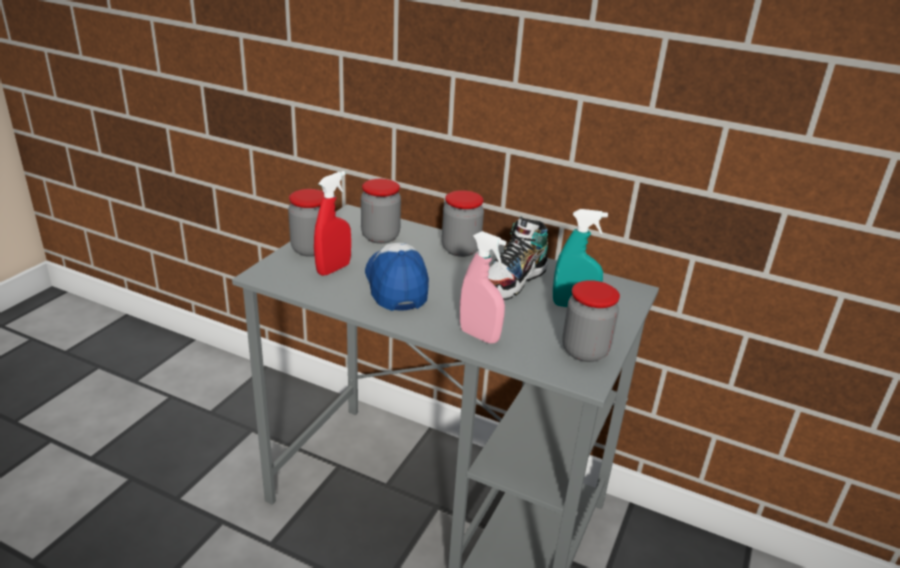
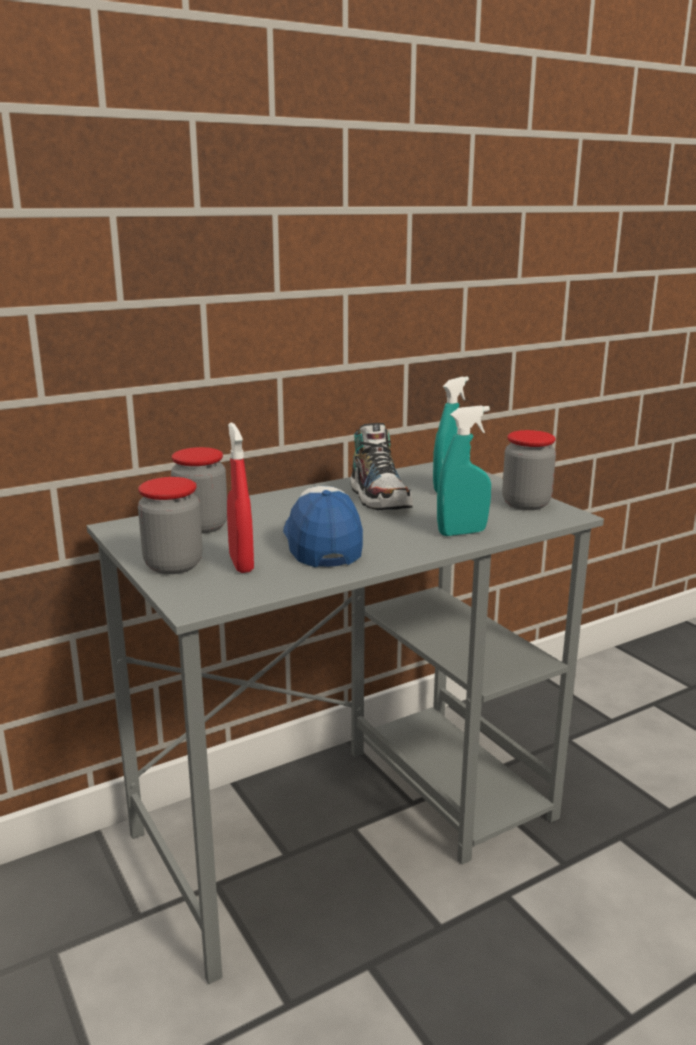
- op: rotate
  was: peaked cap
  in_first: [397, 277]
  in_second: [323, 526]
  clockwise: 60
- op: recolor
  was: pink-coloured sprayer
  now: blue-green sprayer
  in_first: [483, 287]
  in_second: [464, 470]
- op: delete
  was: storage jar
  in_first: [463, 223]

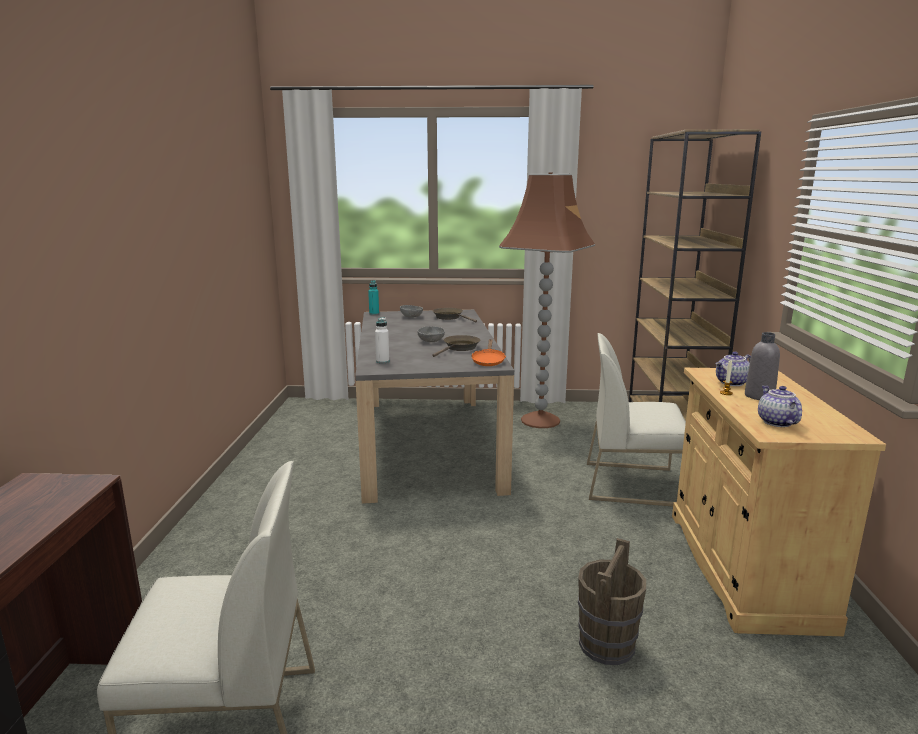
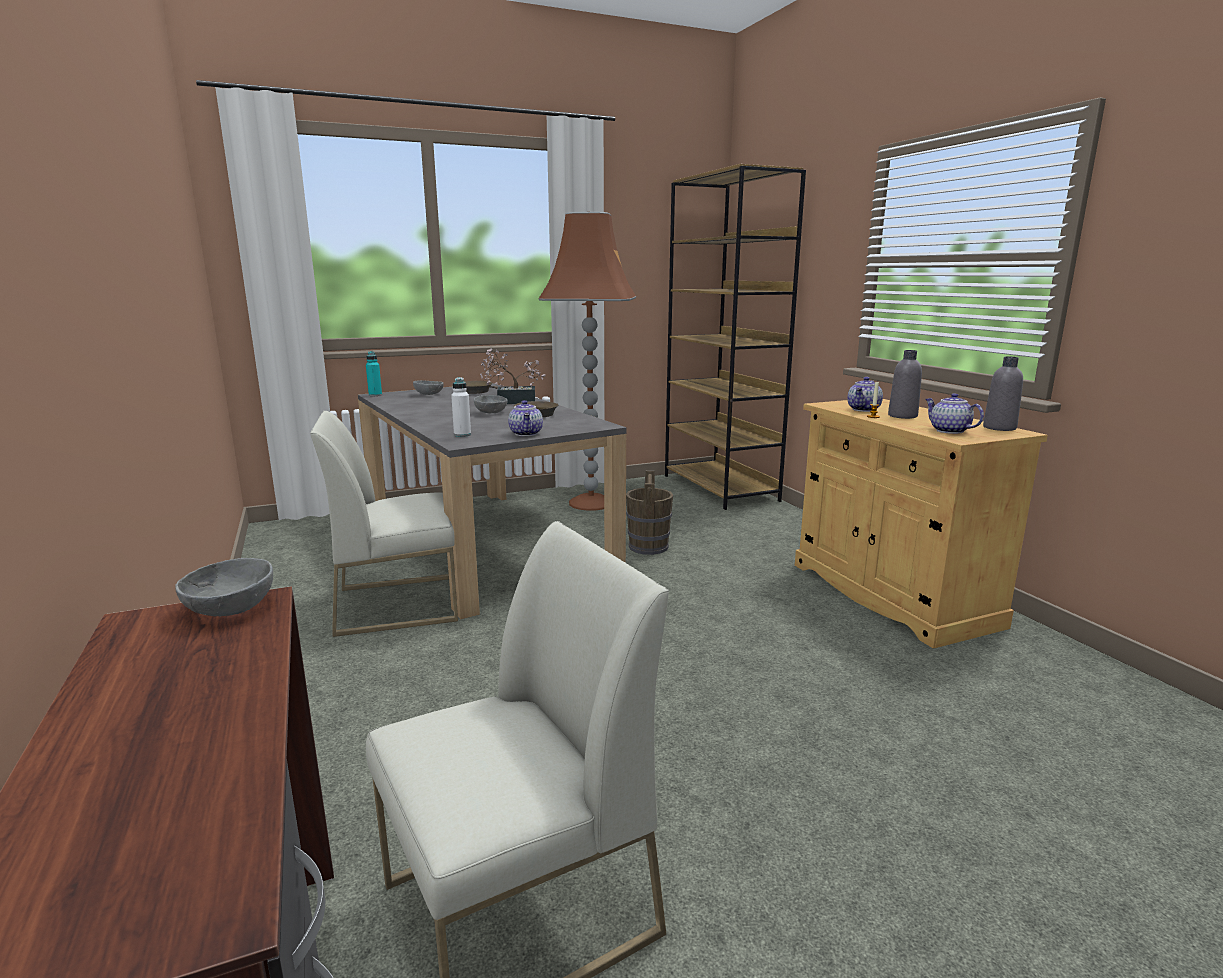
- op: insert
  now: gray deep dish
  in_second: [224, 587]
- op: move
  was: white-coloured plain chair
  in_first: [636, 420]
  in_second: [384, 524]
- op: insert
  now: potted plant
  in_second: [513, 376]
- op: insert
  now: teapot
  in_second: [525, 418]
- op: move
  was: brown bucket
  in_first: [612, 601]
  in_second: [649, 512]
- op: insert
  now: gray beverage bottle
  in_second: [1003, 393]
- op: delete
  was: orange-coloured skillet
  in_first: [488, 352]

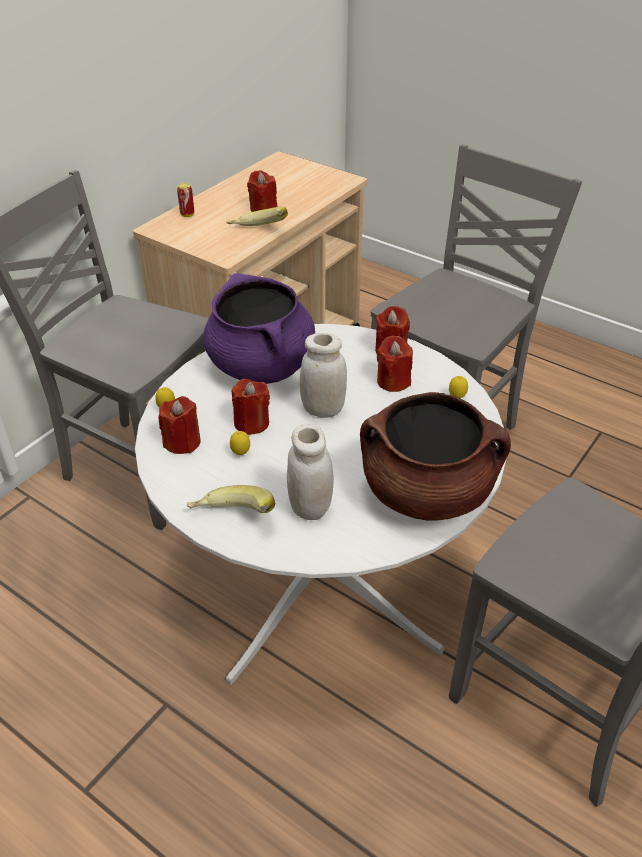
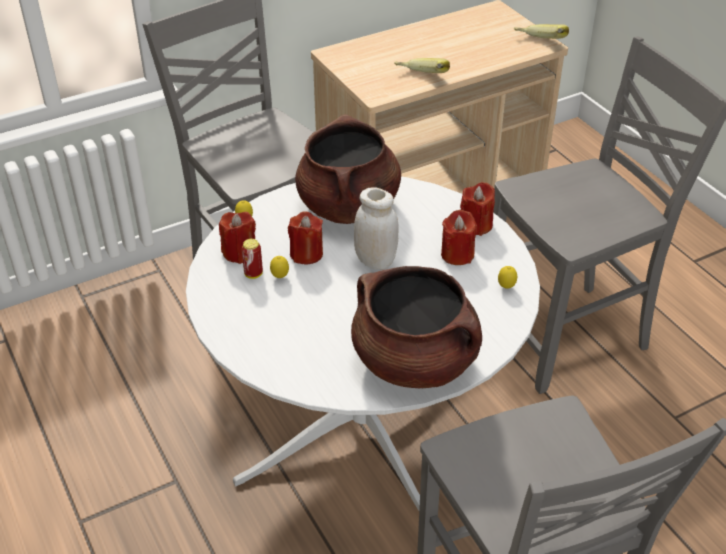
- op: move
  was: can
  in_first: [185, 200]
  in_second: [252, 259]
- op: recolor
  was: purplish cooking pot
  now: brown cooking pot
  in_first: [259, 328]
  in_second: [348, 169]
- op: move
  was: whole banana
  in_first: [231, 499]
  in_second: [541, 31]
- op: delete
  was: reddish wax candle
  in_first: [262, 191]
- op: delete
  was: white-coloured storage jar
  in_first: [310, 472]

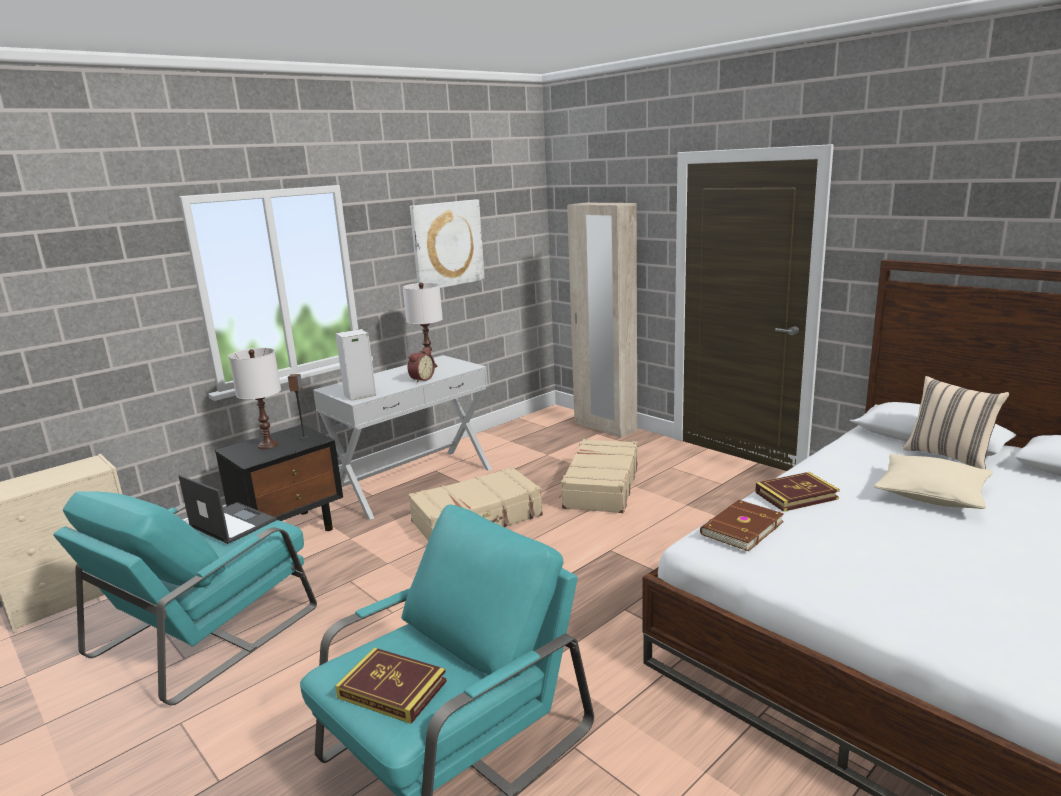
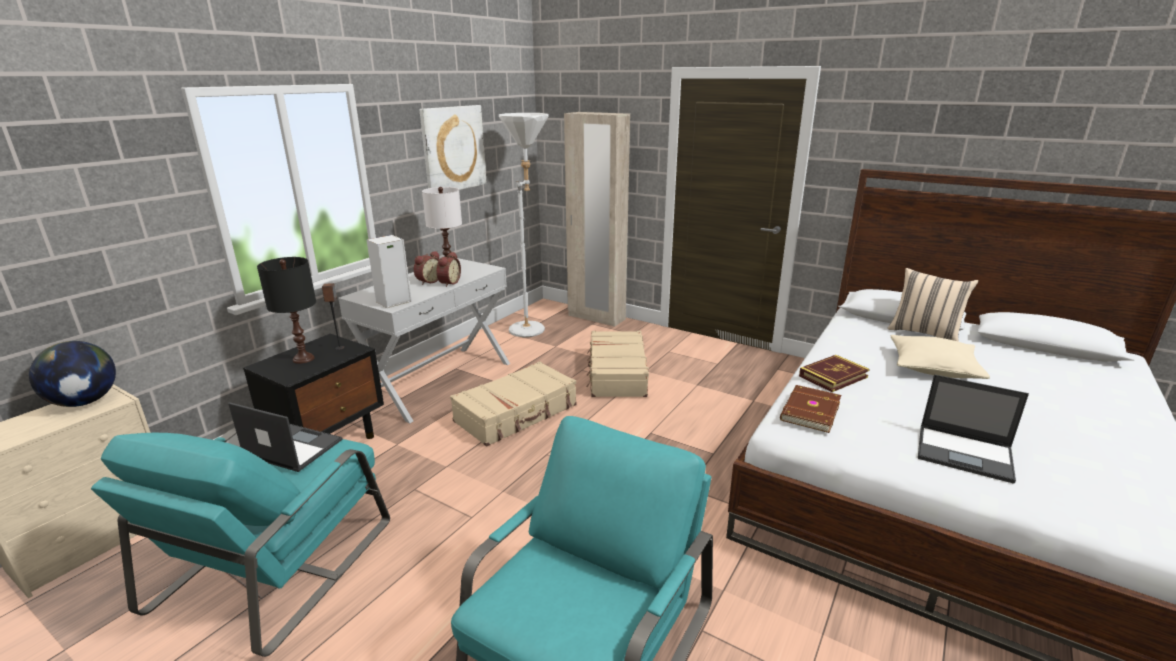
- op: insert
  now: desk globe
  in_second: [72, 374]
- op: recolor
  was: white-coloured lamp for a table
  now: black lamp for a table
  in_first: [255, 398]
  in_second: [286, 310]
- op: insert
  now: alarm clock
  in_second: [426, 268]
- op: insert
  now: white-coloured standard lamp
  in_second: [524, 225]
- op: insert
  now: portable computer
  in_second: [973, 429]
- op: delete
  was: volume
  in_first: [391, 685]

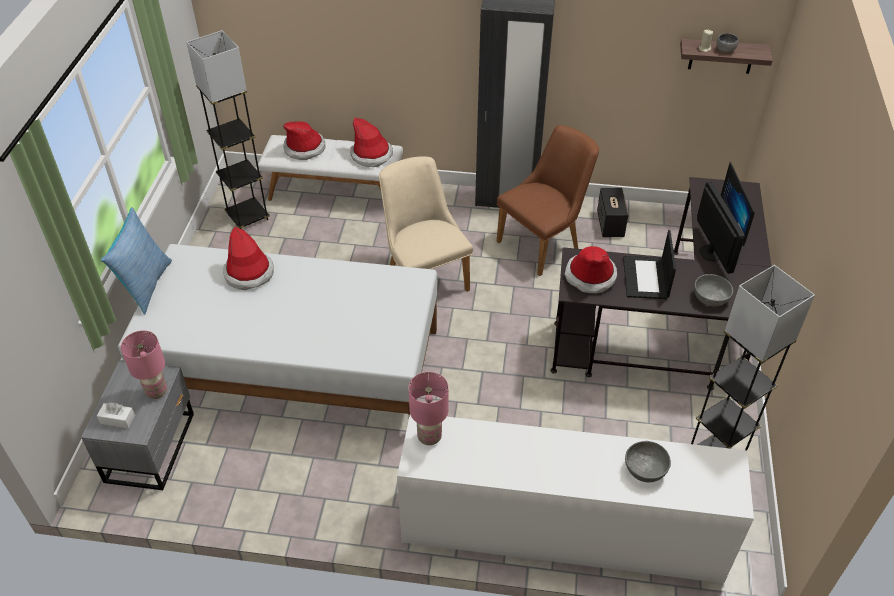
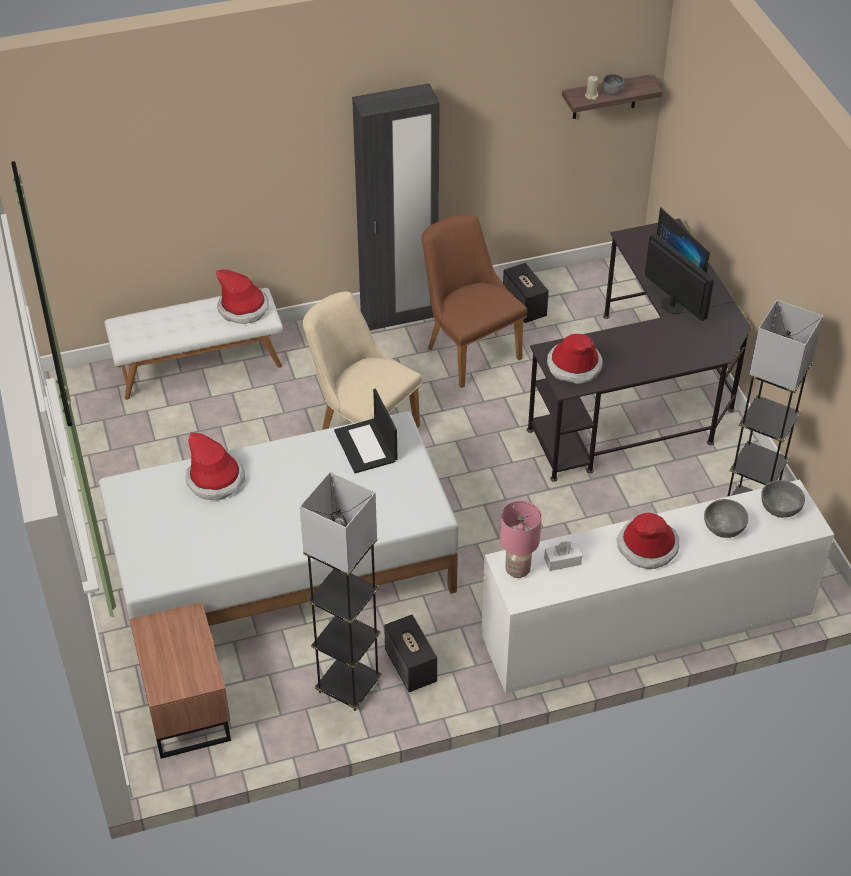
- op: recolor
  was: gray nightstand
  now: brown nightstand
  in_first: [137, 425]
  in_second: [180, 680]
- op: move
  was: gray standard lamp
  in_first: [228, 129]
  in_second: [341, 591]
- op: move
  was: portable computer
  in_first: [649, 264]
  in_second: [365, 431]
- op: insert
  now: loudspeaker
  in_second: [410, 653]
- op: rotate
  was: brown plain chair
  in_first: [547, 200]
  in_second: [474, 301]
  clockwise: -60
- op: move
  was: white-coloured tissue box
  in_first: [116, 415]
  in_second: [563, 556]
- op: move
  was: wearable hat
  in_first: [304, 140]
  in_second: [648, 541]
- op: move
  was: gray deep dish
  in_first: [713, 290]
  in_second: [783, 499]
- op: delete
  was: cushion
  in_first: [136, 261]
- op: delete
  was: pink-coloured lamp for a table
  in_first: [144, 364]

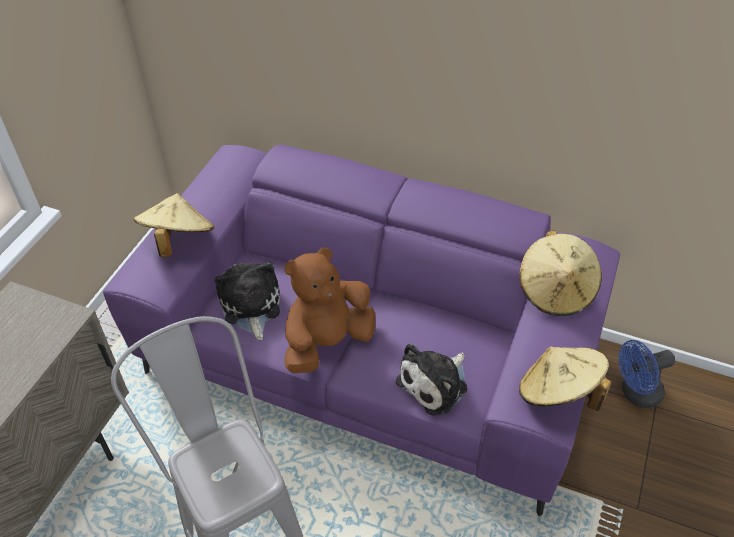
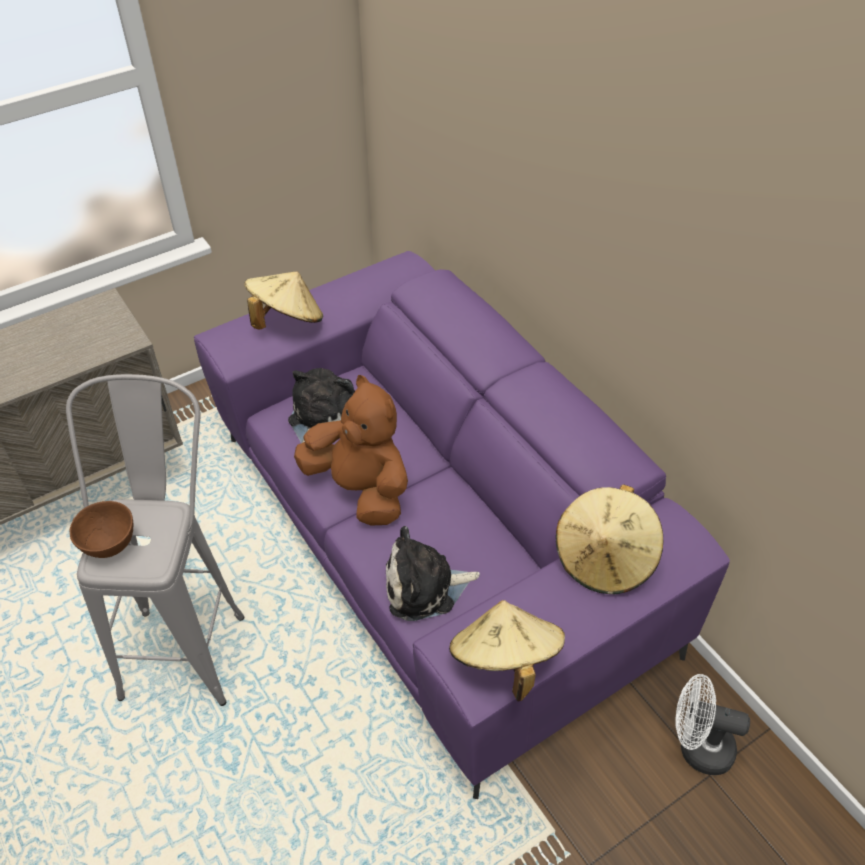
- op: insert
  now: brown deep dish
  in_second: [102, 529]
- op: rotate
  was: brown soft toy
  in_first: [330, 310]
  in_second: [351, 450]
  clockwise: 45
- op: recolor
  was: blue-coloured electric fan
  now: white-coloured electric fan
  in_first: [646, 374]
  in_second: [713, 724]

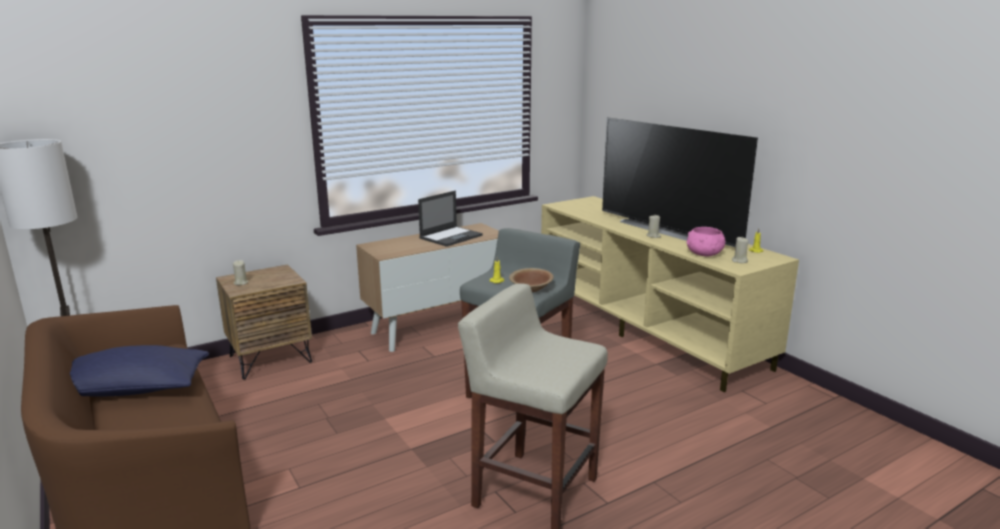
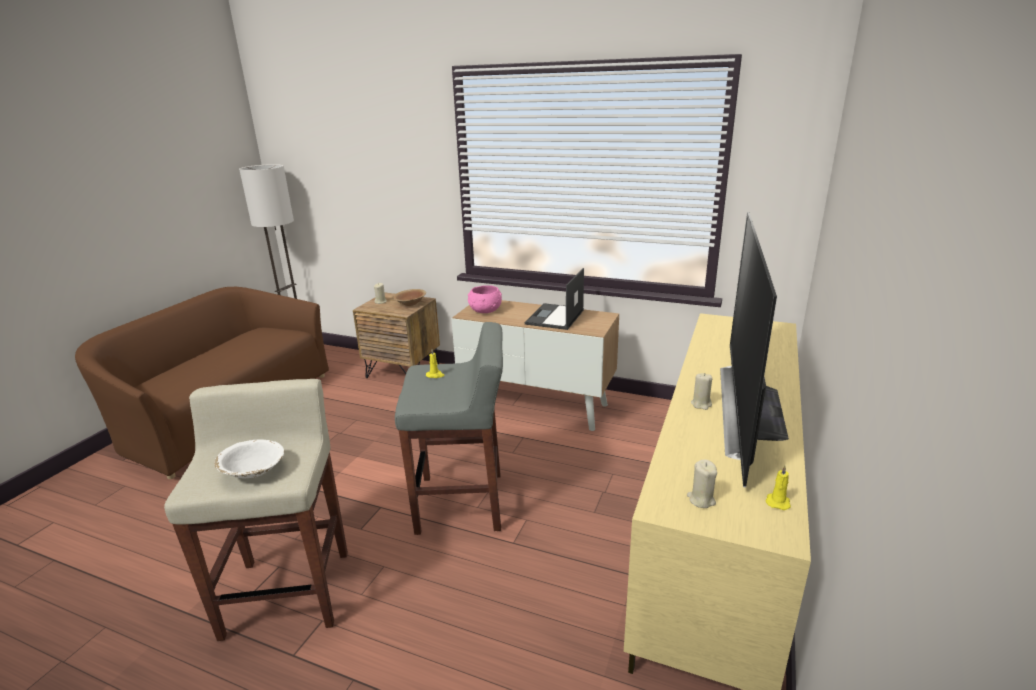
- op: insert
  now: white-coloured deep dish
  in_second: [249, 459]
- op: move
  was: brown deep dish
  in_first: [531, 280]
  in_second: [409, 297]
- op: move
  was: pink-coloured deep dish
  in_first: [705, 242]
  in_second: [485, 299]
- op: rotate
  was: portable computer
  in_first: [450, 219]
  in_second: [554, 299]
  clockwise: 105
- op: delete
  was: blue-coloured cushion
  in_first: [139, 371]

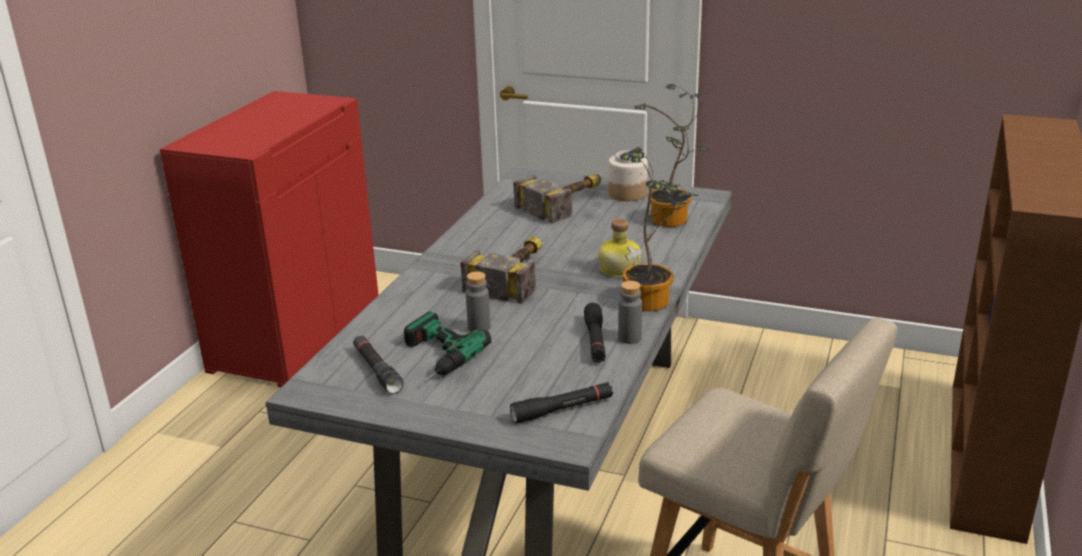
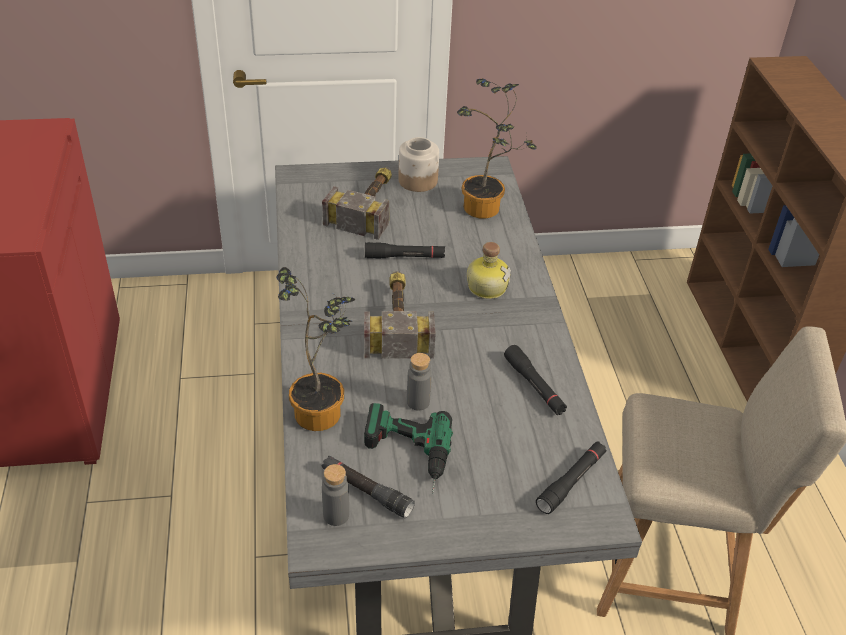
- op: move
  was: potted plant
  in_first: [659, 229]
  in_second: [315, 349]
- op: move
  was: gray beverage bottle
  in_first: [630, 312]
  in_second: [335, 495]
- op: insert
  now: black hand torch
  in_second: [405, 250]

